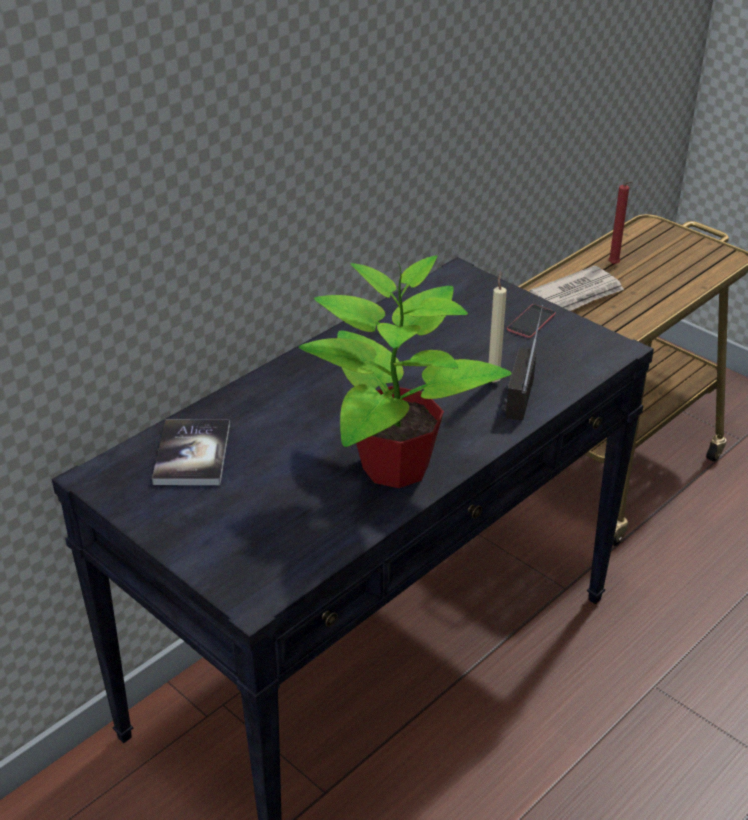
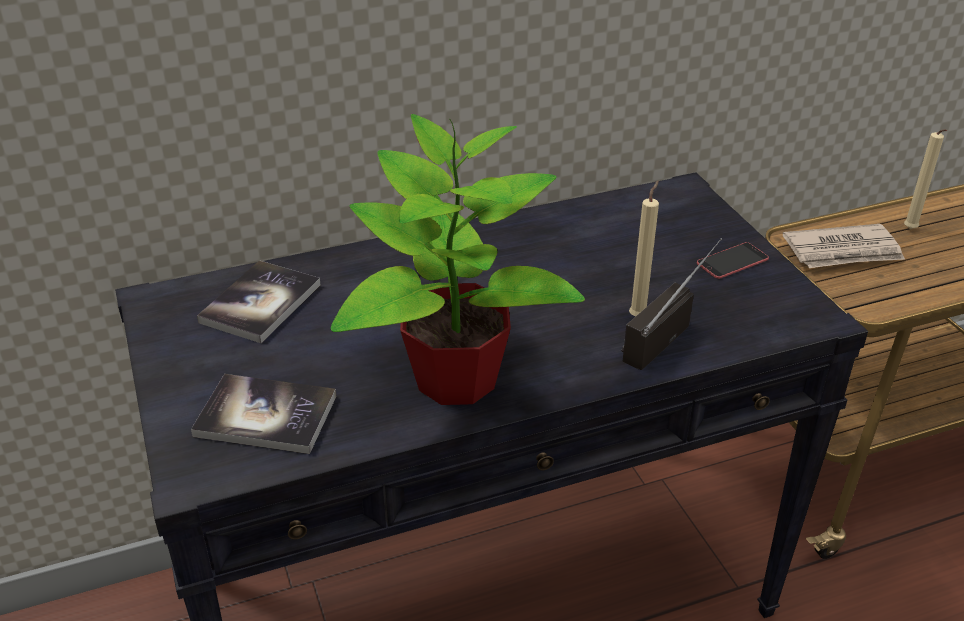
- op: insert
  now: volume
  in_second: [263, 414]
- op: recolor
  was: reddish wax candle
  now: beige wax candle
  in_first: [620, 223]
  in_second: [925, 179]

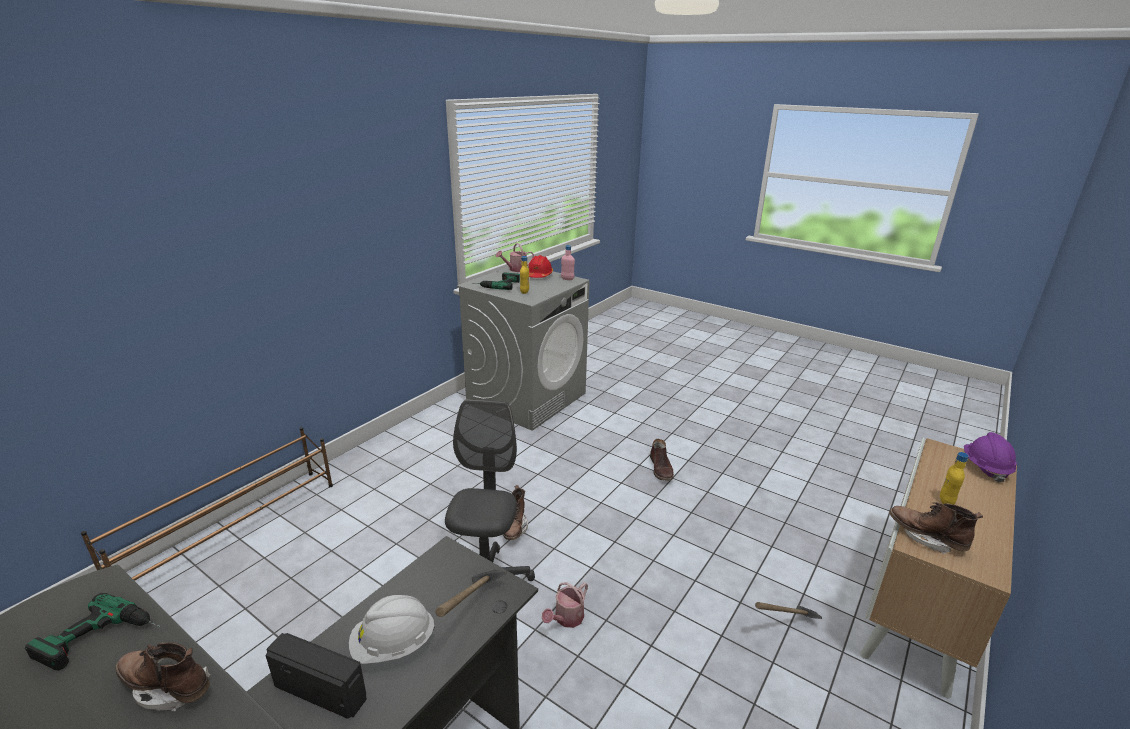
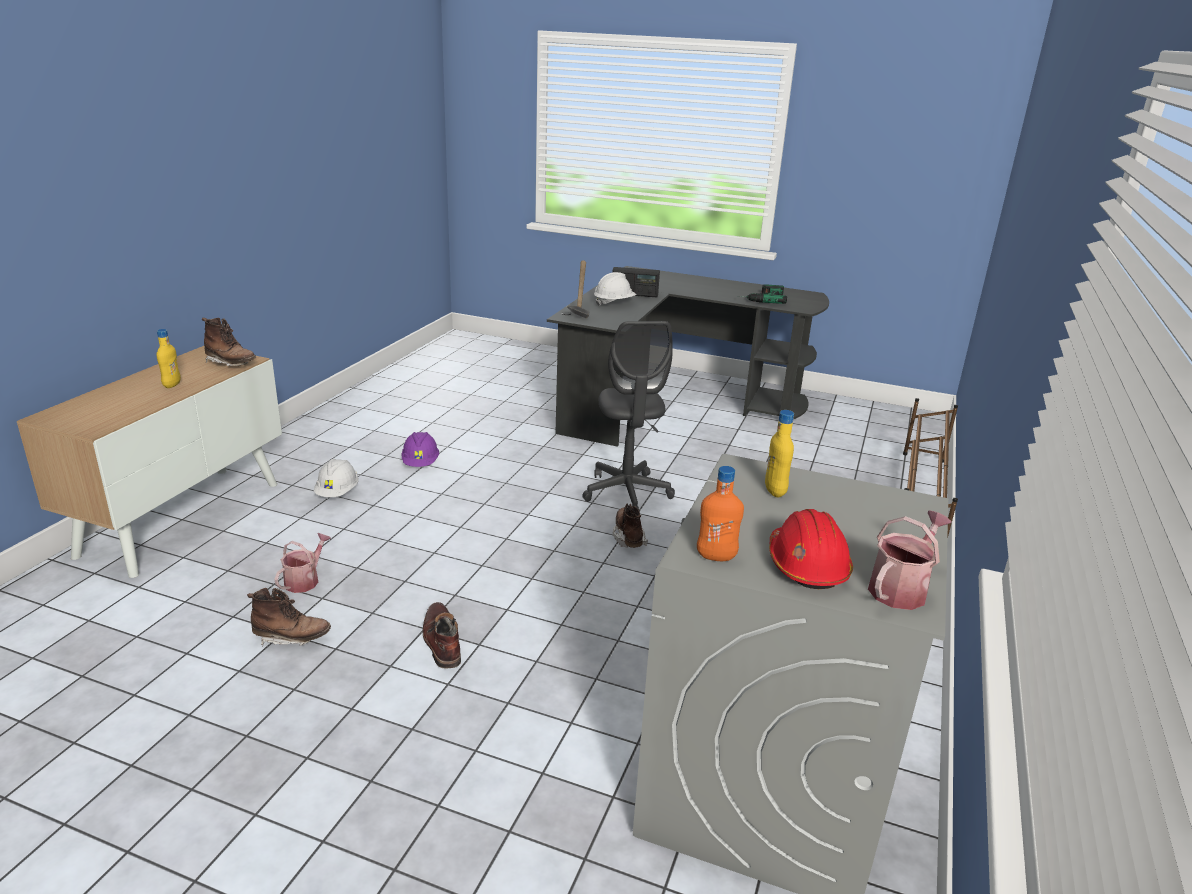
- op: move
  was: brown tall boot
  in_first: [163, 676]
  in_second: [289, 617]
- op: move
  was: watering can
  in_first: [565, 605]
  in_second: [302, 563]
- op: replace
  was: tool hammer
  now: white-coloured safety helmet
  in_first: [788, 610]
  in_second: [336, 478]
- op: move
  was: purplish safety helmet
  in_first: [990, 457]
  in_second: [420, 449]
- op: recolor
  was: pink-coloured beverage bottle
  now: orange-coloured beverage bottle
  in_first: [568, 262]
  in_second: [720, 513]
- op: delete
  was: drill
  in_first: [497, 281]

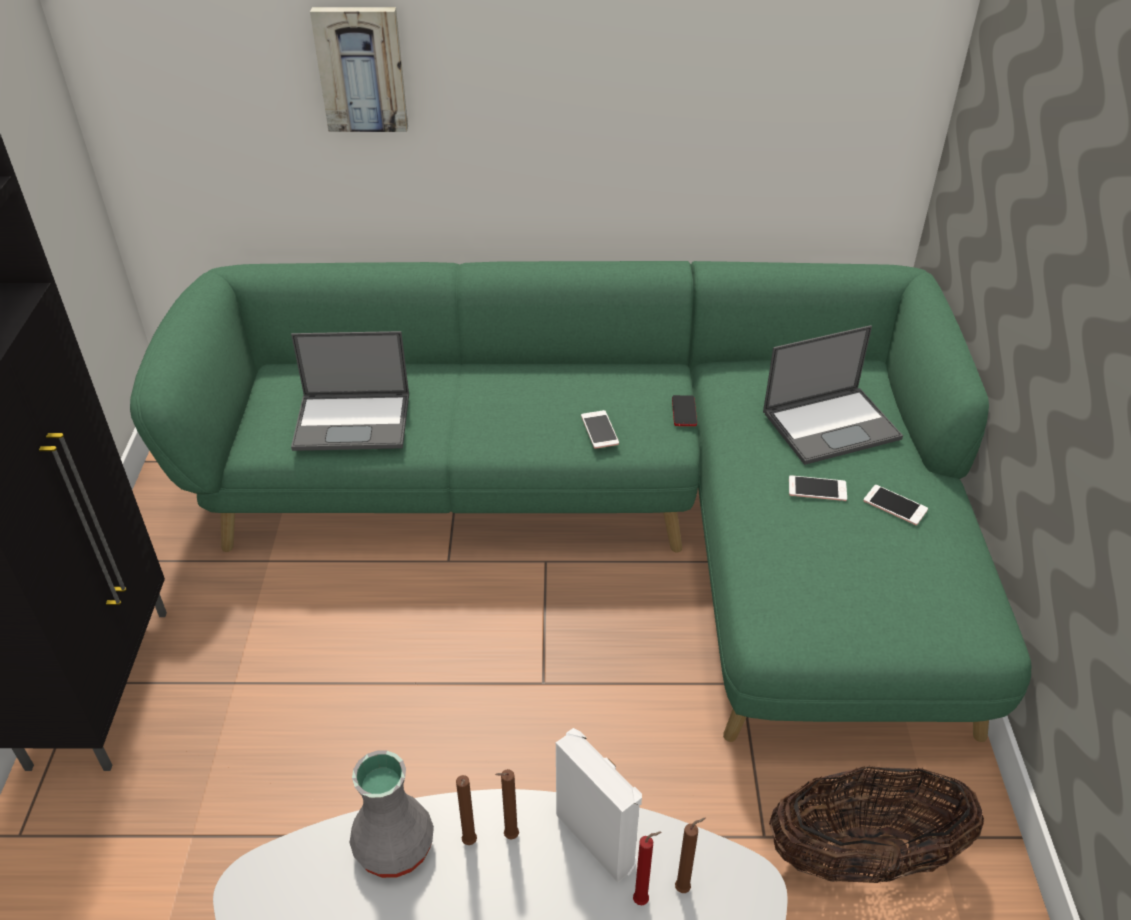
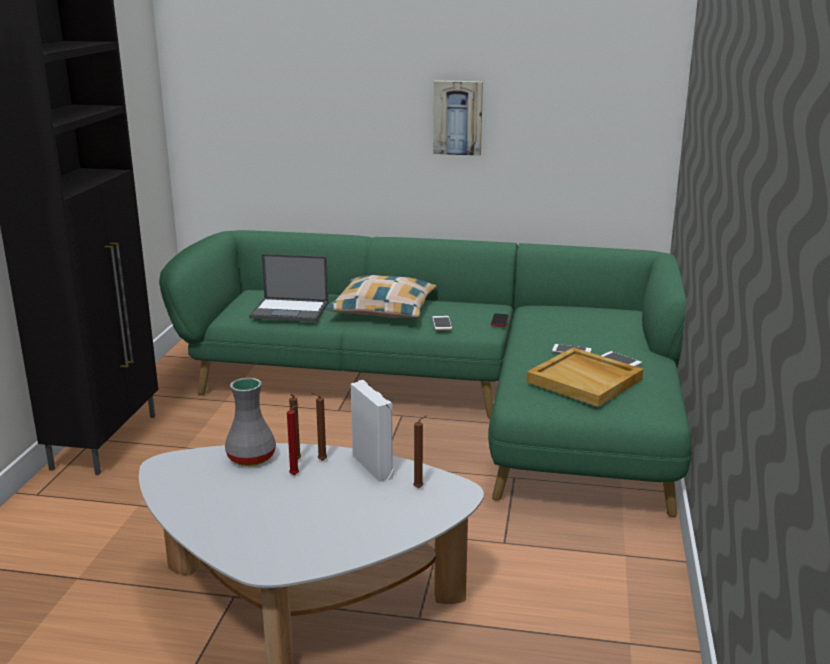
- op: move
  was: reddish wax candle
  in_first: [647, 868]
  in_second: [293, 439]
- op: insert
  now: cushion
  in_second: [381, 296]
- op: move
  was: wall picture
  in_first: [359, 69]
  in_second: [458, 118]
- op: insert
  now: beige carrying tray
  in_second: [584, 377]
- op: delete
  was: portable computer
  in_first: [833, 395]
- op: delete
  was: storage basket
  in_first: [876, 824]

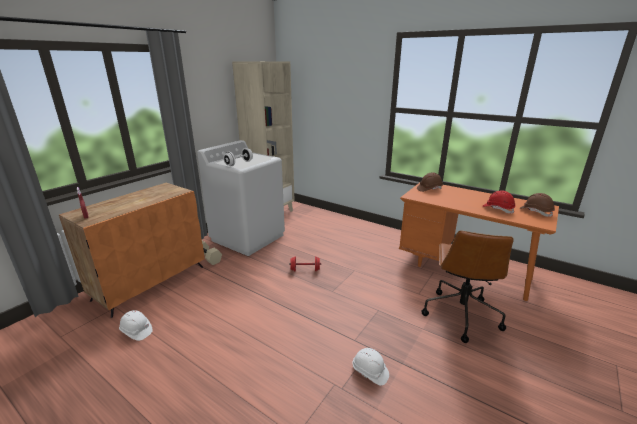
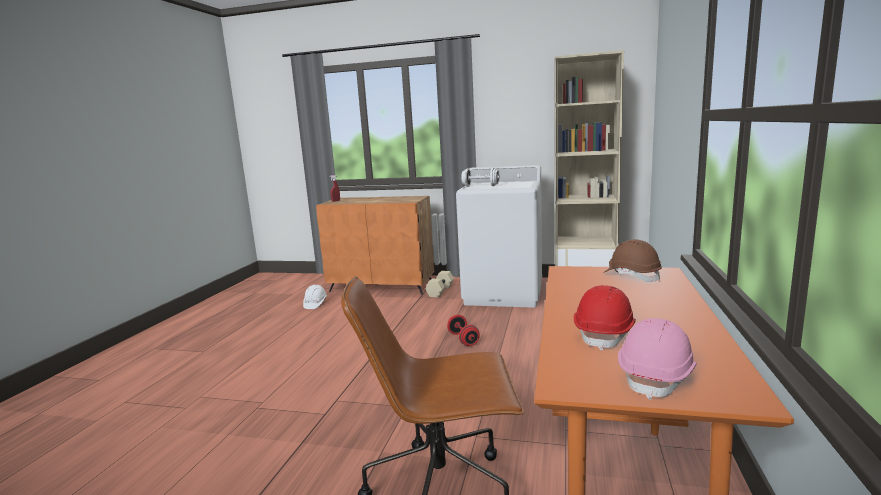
- op: recolor
  was: brown safety helmet
  now: pink-coloured safety helmet
  in_first: [537, 205]
  in_second: [657, 359]
- op: delete
  was: white-coloured safety helmet
  in_first: [371, 367]

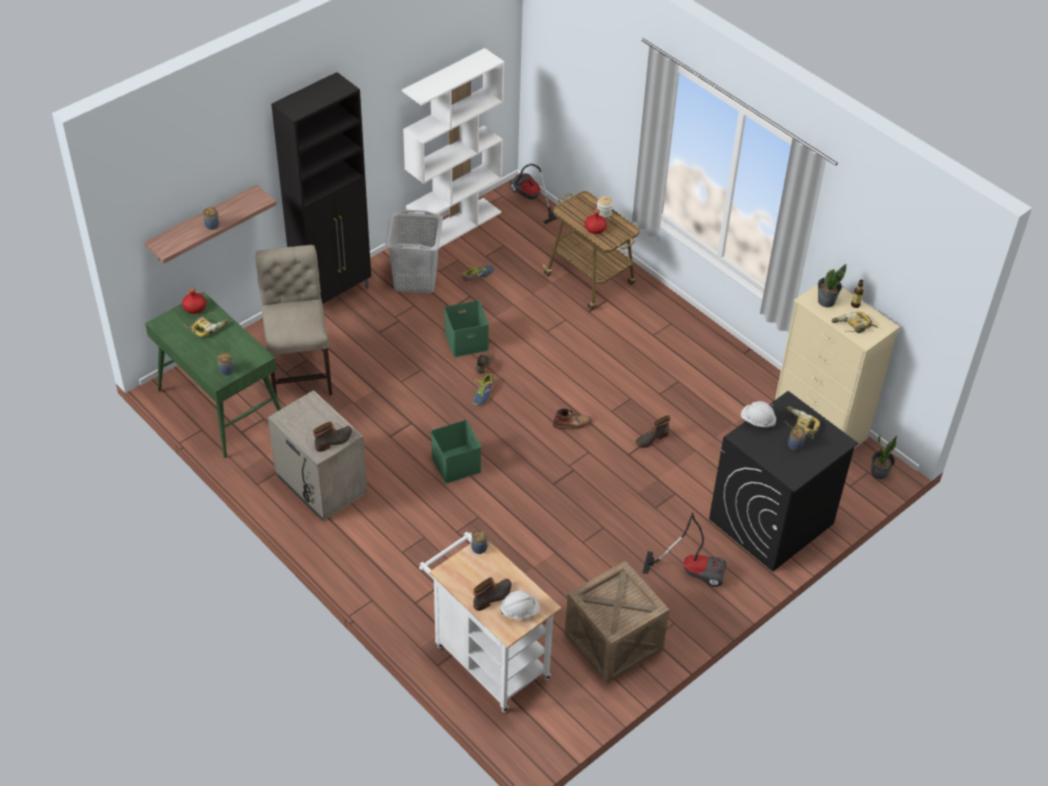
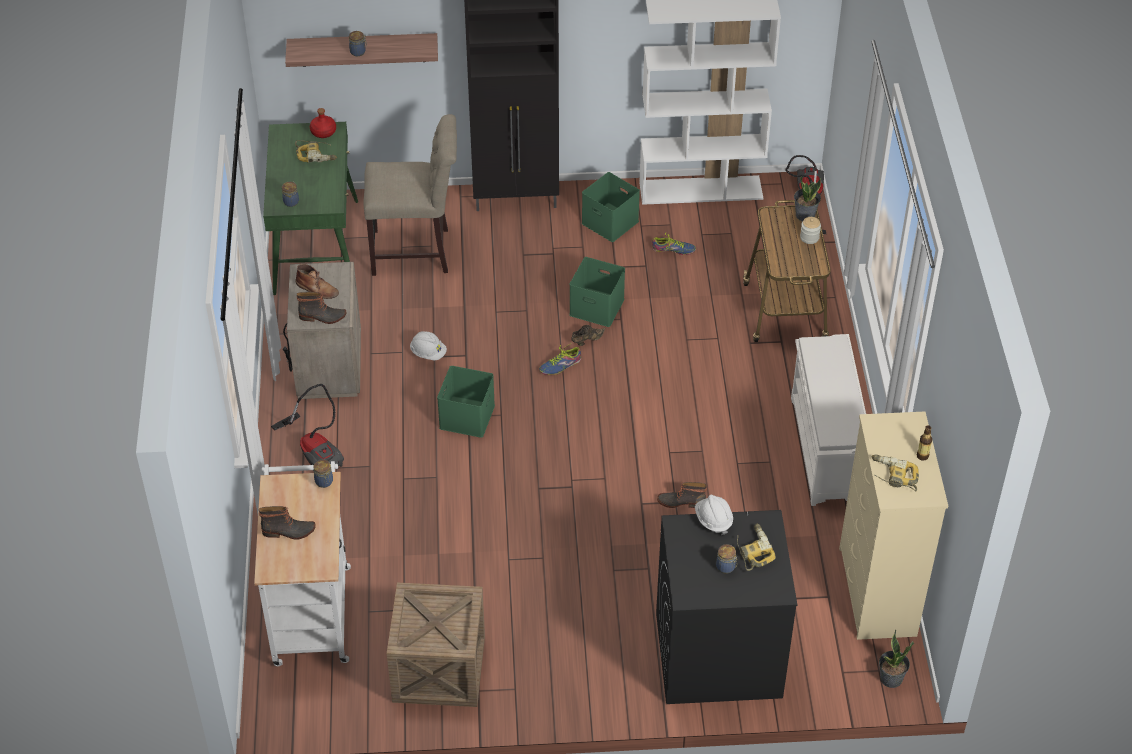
- op: move
  was: hoover
  in_first: [684, 549]
  in_second: [307, 427]
- op: move
  was: brown tall boot
  in_first: [572, 418]
  in_second: [317, 281]
- op: rotate
  was: beige plain chair
  in_first: [294, 321]
  in_second: [410, 195]
  clockwise: 60
- op: move
  was: white-coloured safety helmet
  in_first: [520, 605]
  in_second: [428, 345]
- op: replace
  was: gray laundry basket
  now: greenish storage box
  in_first: [414, 251]
  in_second: [611, 207]
- op: insert
  now: white-coloured shoe rack
  in_second: [828, 420]
- op: move
  was: potted plant
  in_first: [832, 285]
  in_second: [807, 198]
- op: delete
  was: reddish beverage bottle
  in_first: [596, 221]

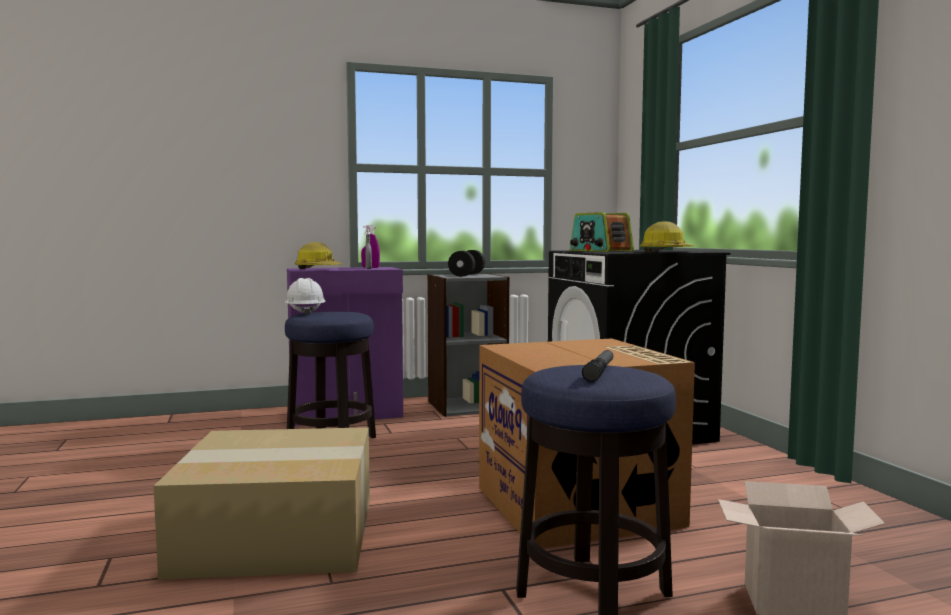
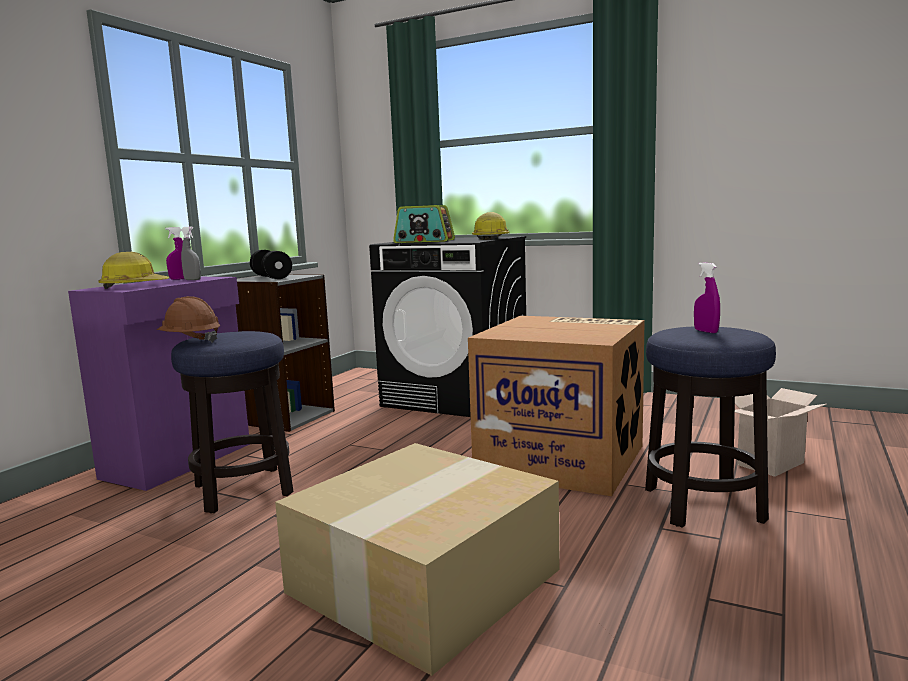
- op: recolor
  was: white-coloured safety helmet
  now: brown safety helmet
  in_first: [305, 296]
  in_second: [188, 319]
- op: replace
  was: hand torch
  now: purplish sprayer
  in_first: [597, 366]
  in_second: [707, 297]

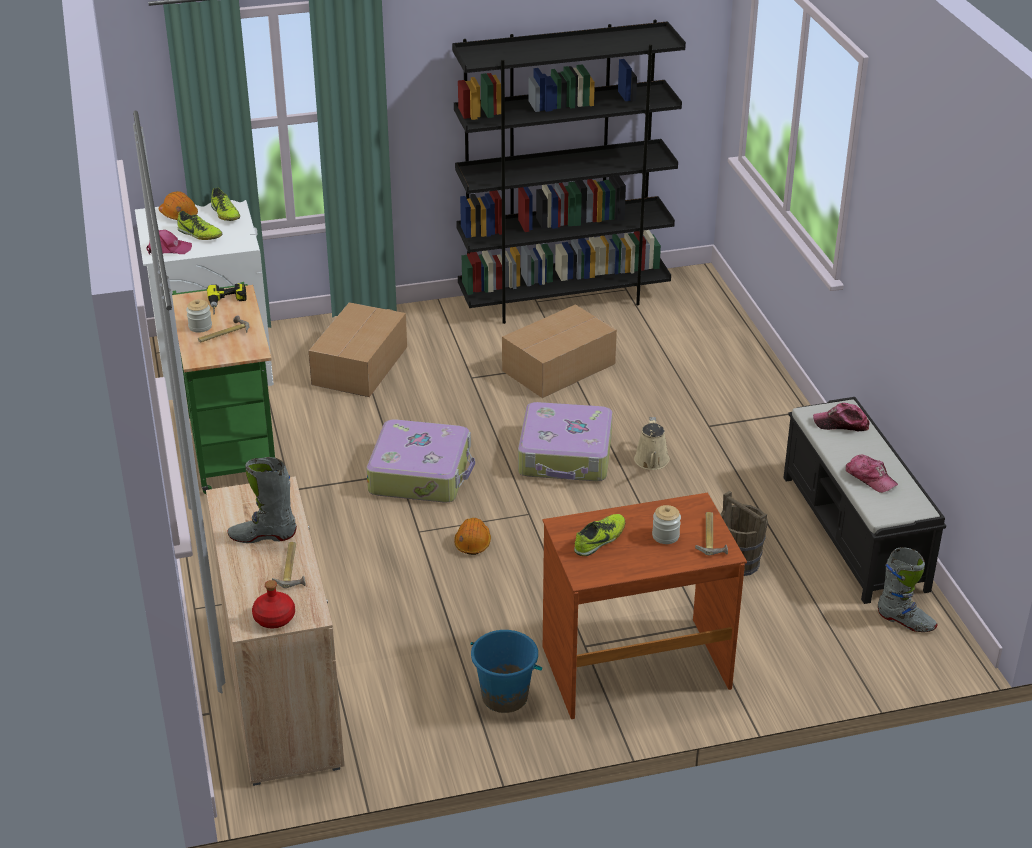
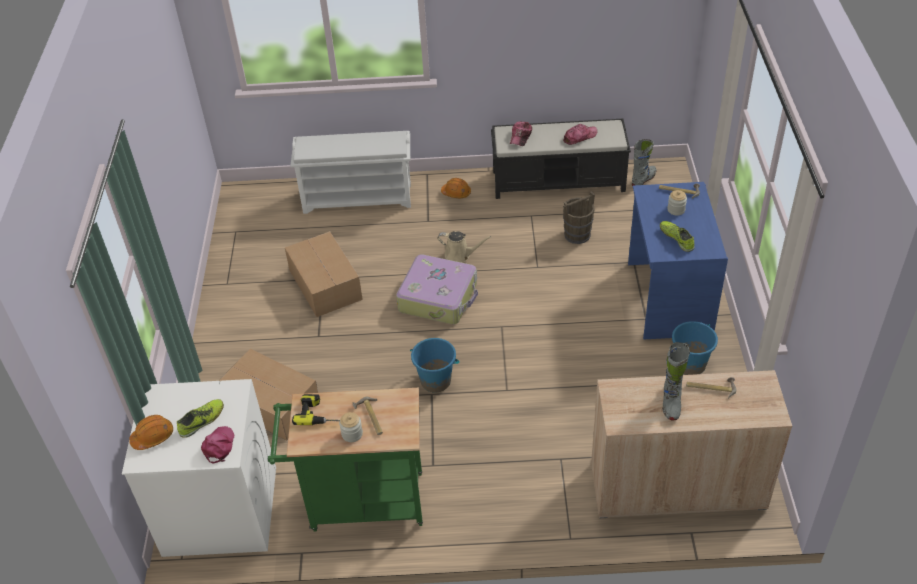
- op: insert
  now: white-coloured shoe rack
  in_second: [350, 172]
- op: replace
  was: travel case
  now: blue-coloured bucket
  in_first: [421, 460]
  in_second: [434, 365]
- op: move
  was: orange-coloured safety helmet
  in_first: [472, 536]
  in_second: [456, 188]
- op: recolor
  was: brown desk unit
  now: blue-coloured desk unit
  in_first: [645, 606]
  in_second: [678, 260]
- op: delete
  was: shoe
  in_first: [225, 204]
- op: delete
  was: reddish beverage bottle
  in_first: [273, 604]
- op: delete
  was: black shelving unit
  in_first: [569, 172]

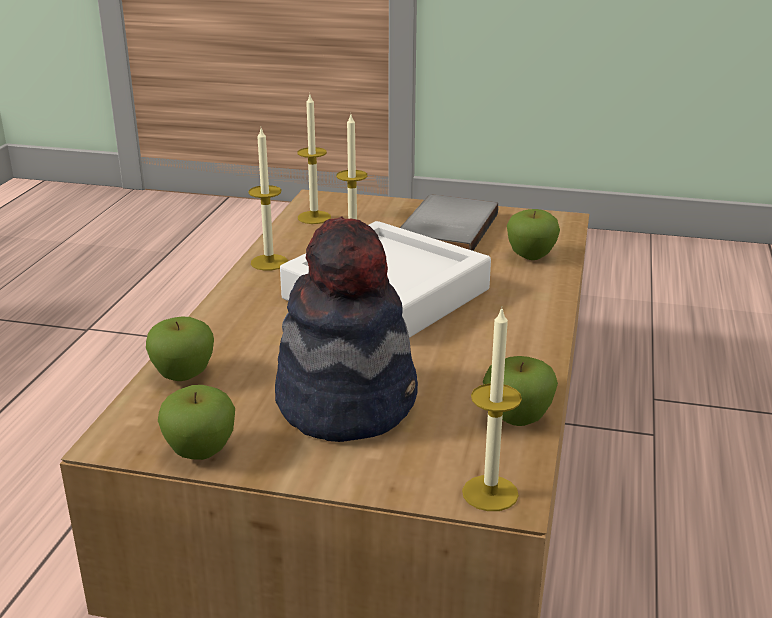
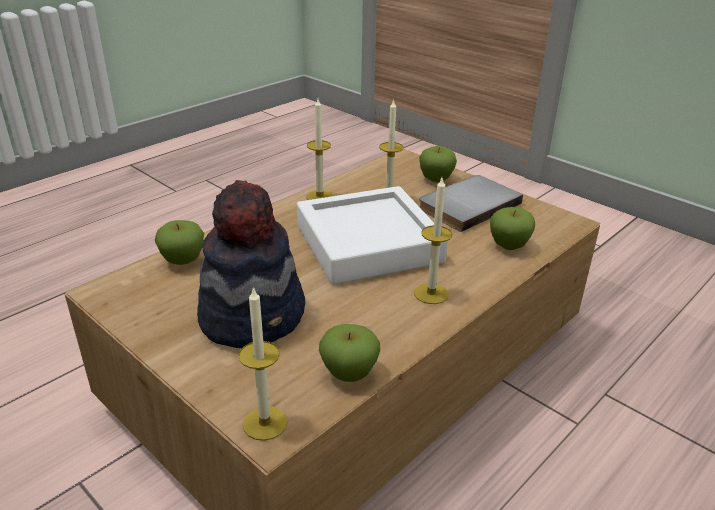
- op: move
  was: wax candle
  in_first: [314, 159]
  in_second: [433, 241]
- op: move
  was: apple
  in_first: [196, 422]
  in_second: [438, 164]

